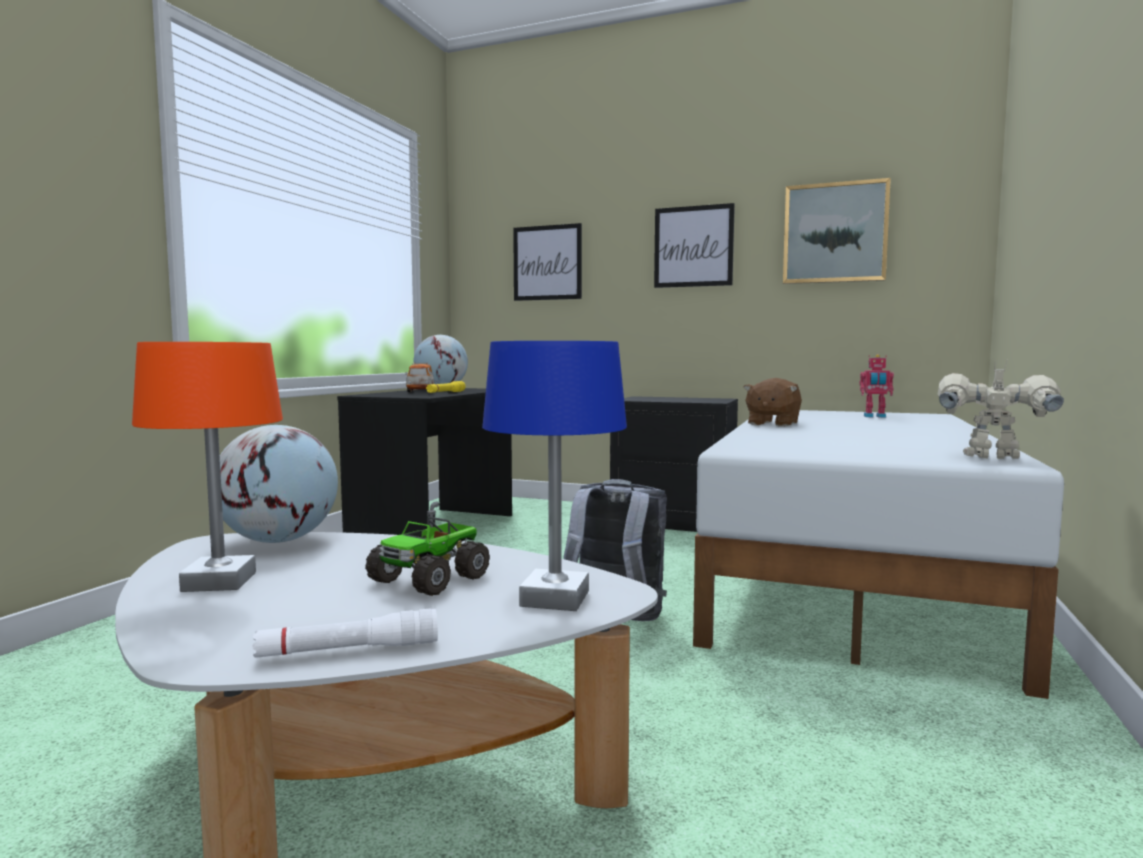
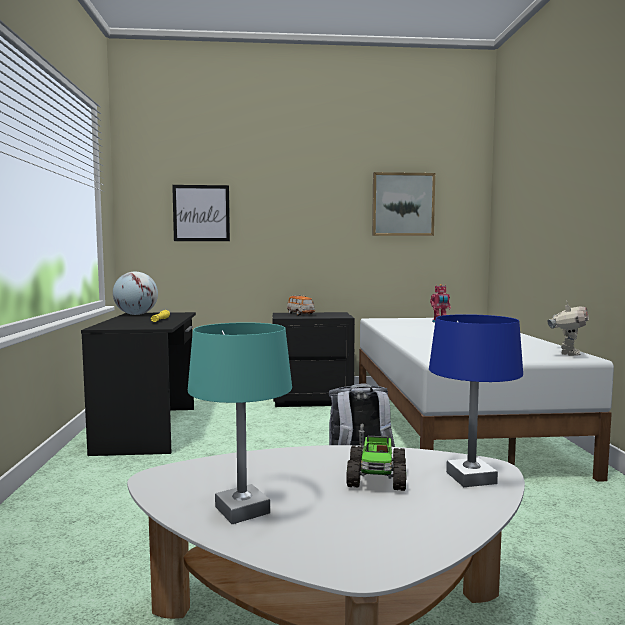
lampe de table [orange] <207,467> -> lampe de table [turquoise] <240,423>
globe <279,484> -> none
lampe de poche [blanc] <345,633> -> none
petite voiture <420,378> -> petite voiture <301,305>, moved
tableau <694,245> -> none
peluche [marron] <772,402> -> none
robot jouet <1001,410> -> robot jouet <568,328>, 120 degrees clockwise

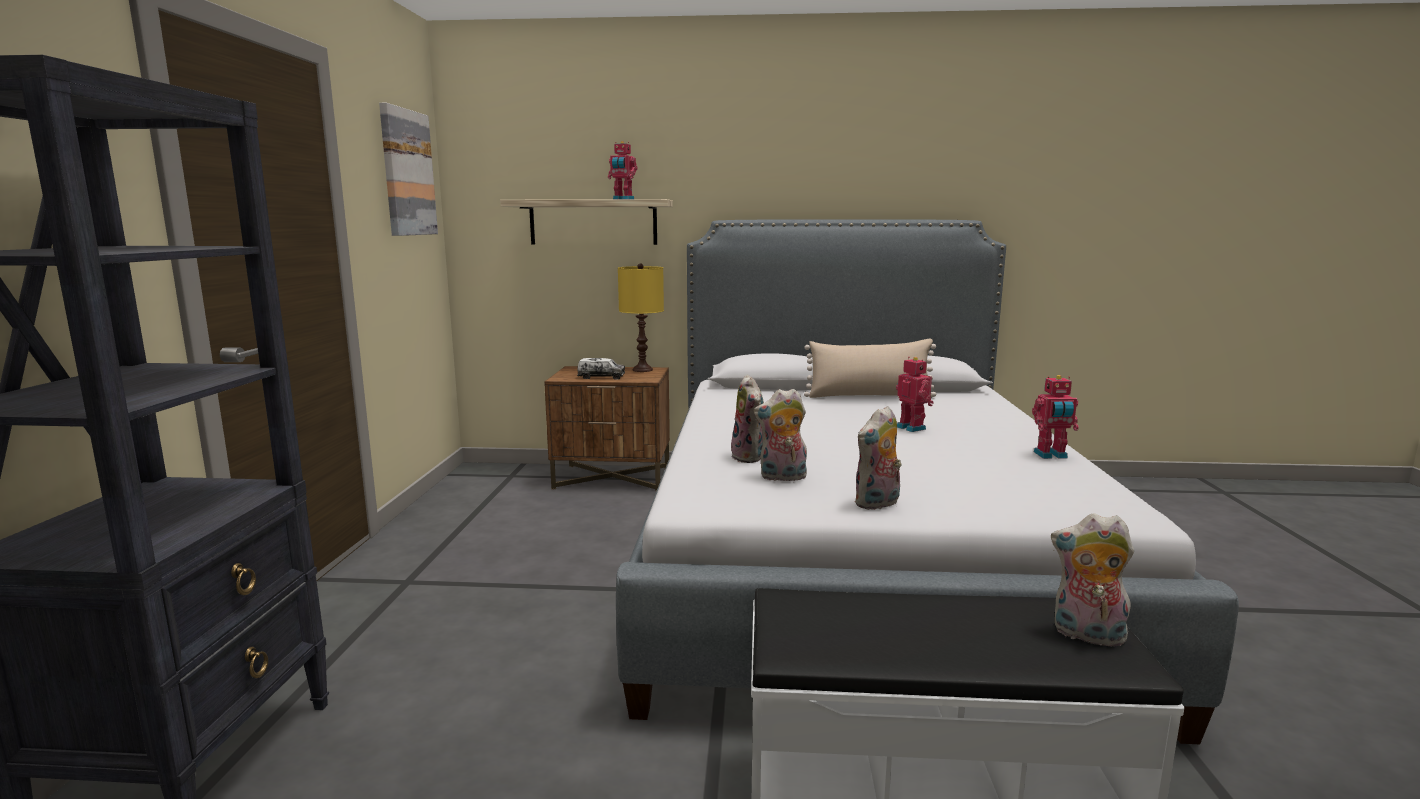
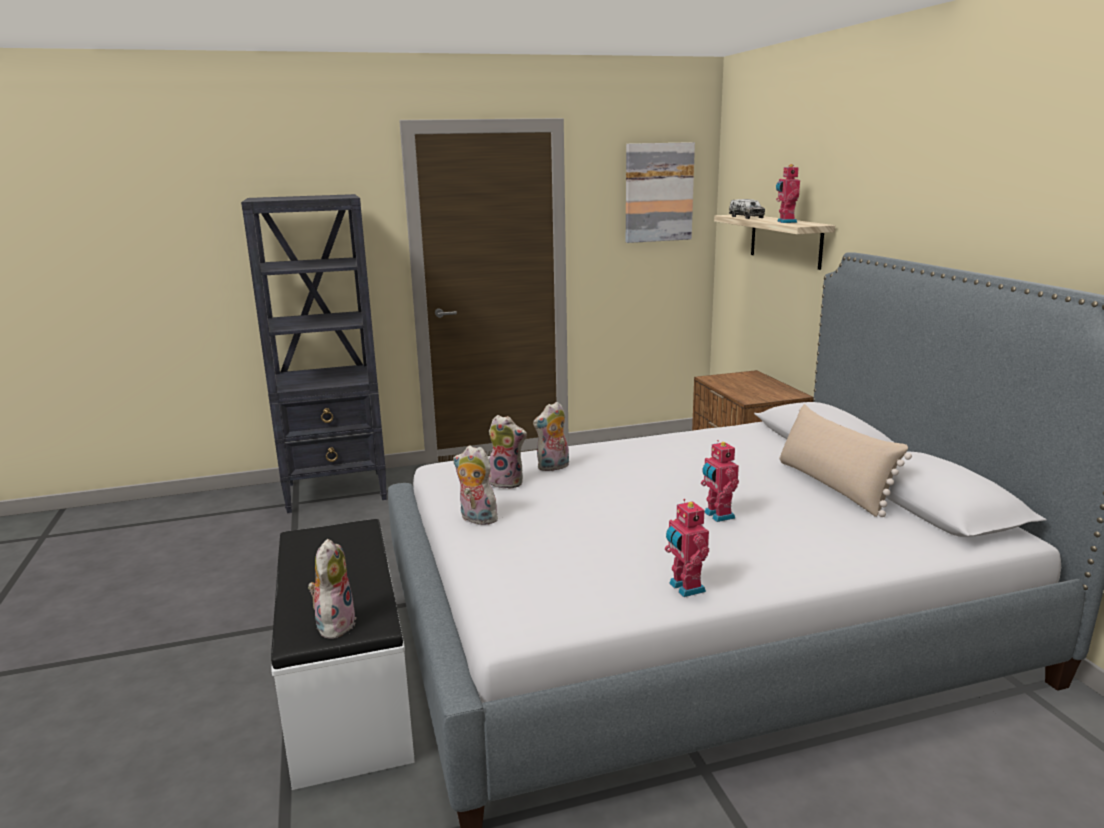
camion jouet <601,368> -> camion jouet <747,209>, moved
lampe de table [jaune] <641,317> -> none
peluche <780,434> -> peluche <508,452>, 135 degrees clockwise
robot jouet <915,394> -> robot jouet <720,481>, 120 degrees clockwise

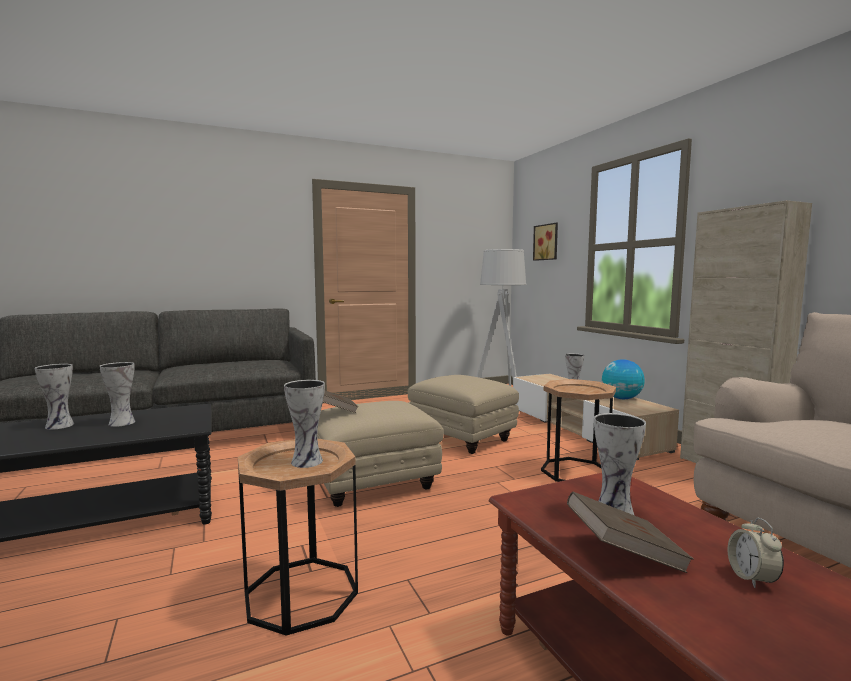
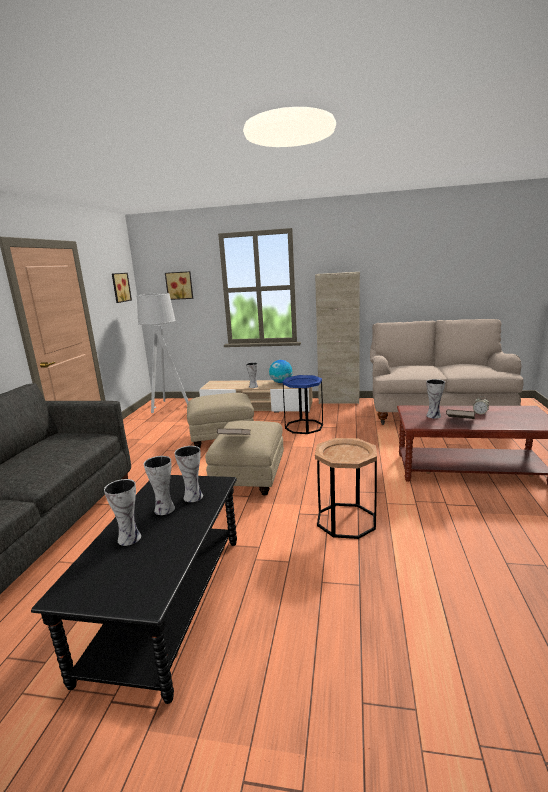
vase <304,424> -> vase <188,474>, moved
table d'appoint [marron] <578,430> -> table d'appoint [bleu] <303,404>
none -> tableau <122,288>

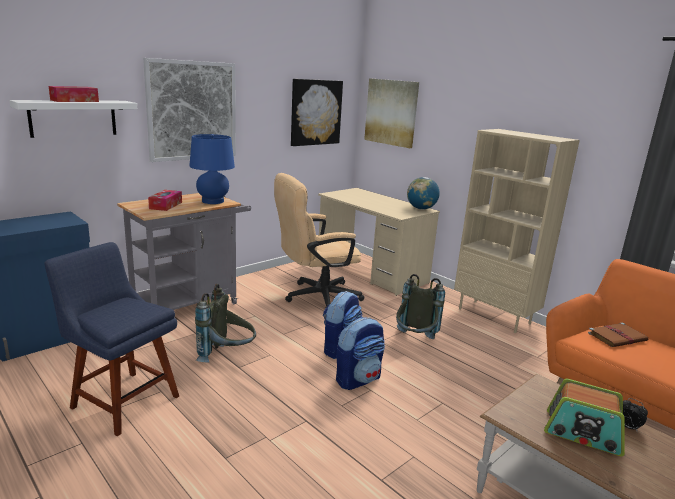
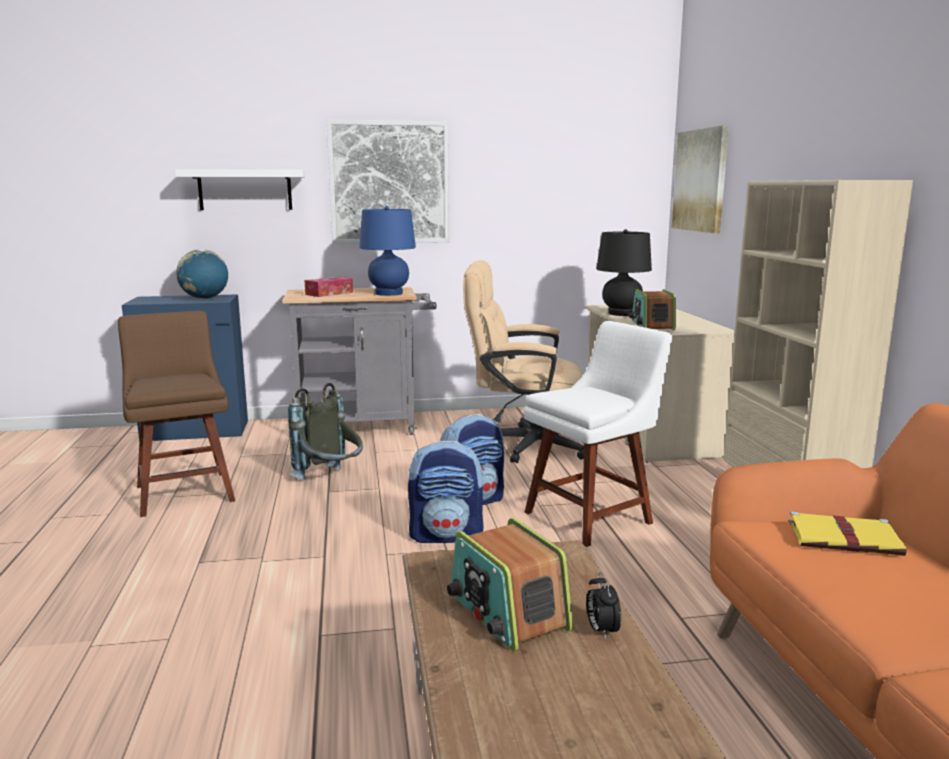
chaise [bleu] <111,339> -> chaise [marron] <176,414>
boîte à mouchoirs <74,94> -> none
tableau <317,112> -> none
sac à dos [gris] <420,306> -> chaise [blanc] <597,434>
globe <423,193> -> globe <202,274>, moved
livre [marron] <618,335> -> livre [jaune] <847,533>
none -> lampe de table [noir] <624,272>
none -> radio <652,309>

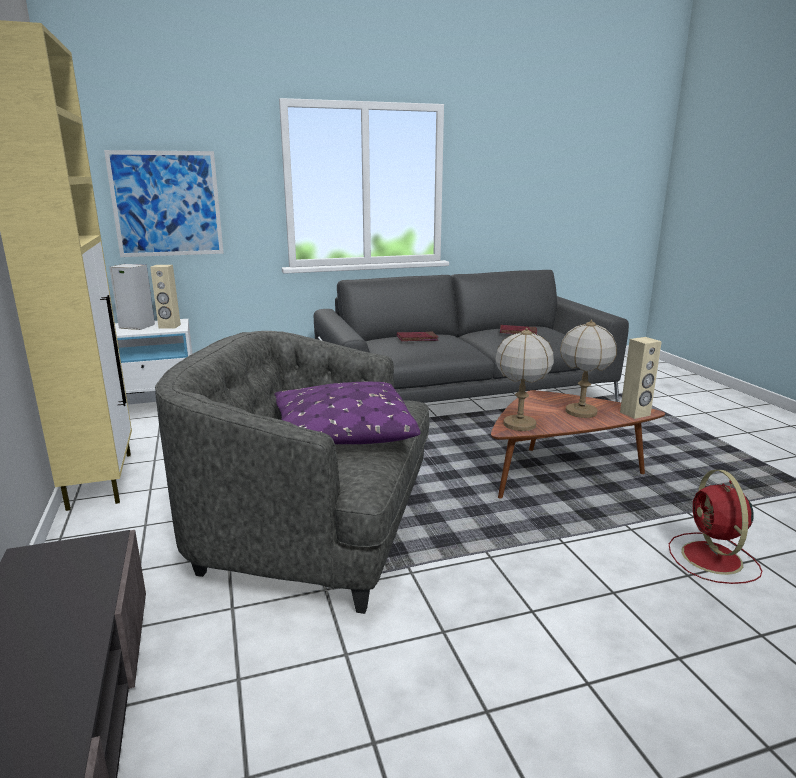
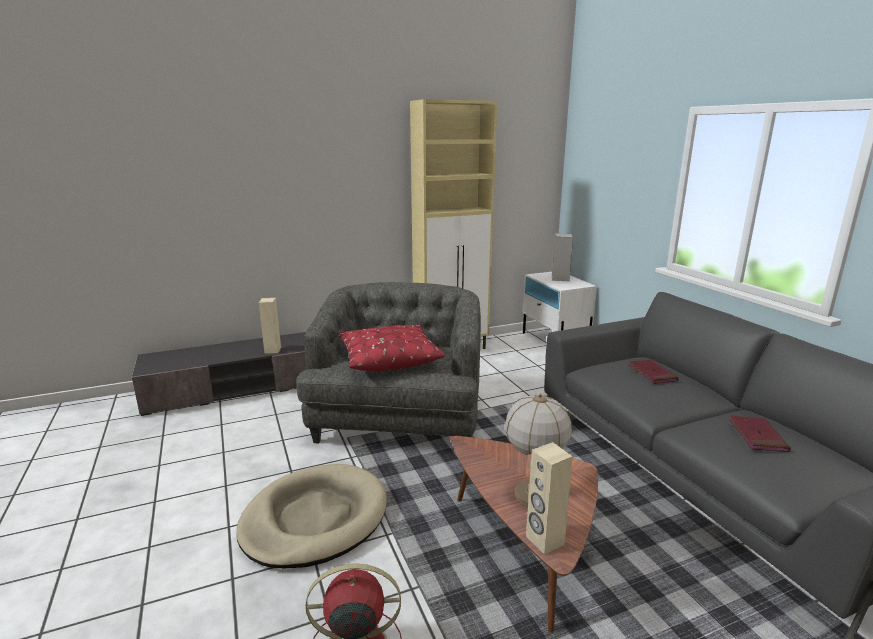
tableau <164,203> -> none
enceinte [beige] <165,296> -> enceinte [beige] <270,326>, moved
coussin [violet] <347,413> -> coussin [rouge] <391,348>
lampe de table <525,379> -> none
none -> panier pour chien [beige] <311,516>

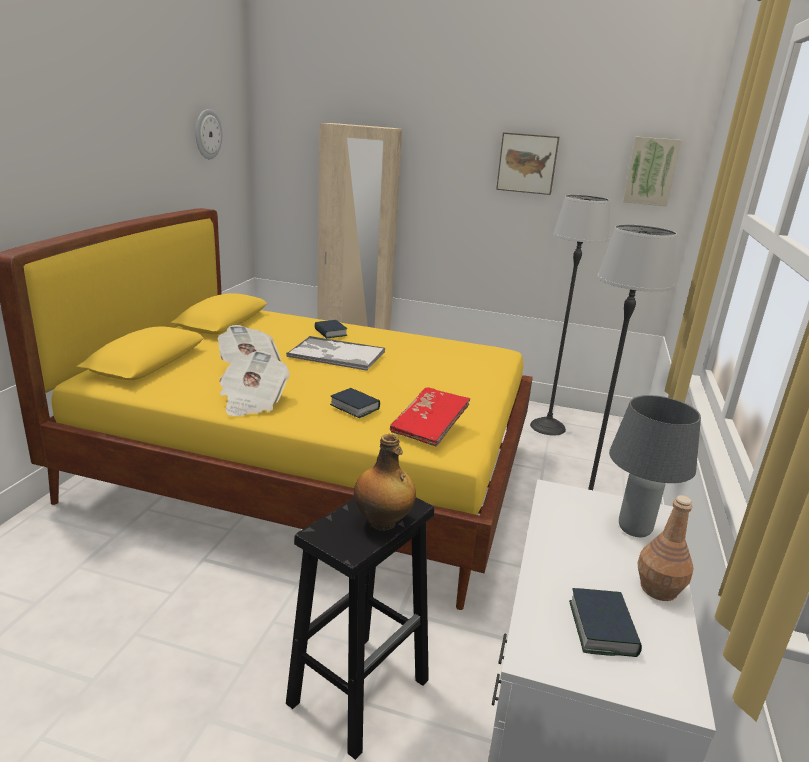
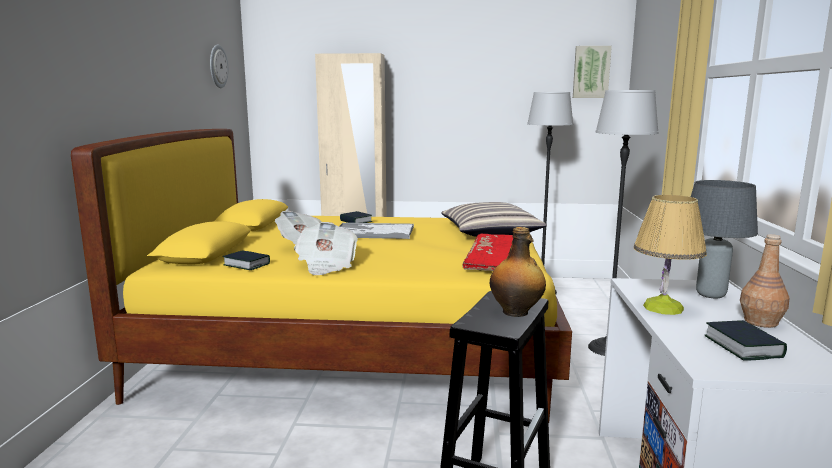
livre <355,403> -> livre <246,260>, moved
tableau <527,163> -> none
none -> coussin <494,219>
none -> lampe de table <670,255>

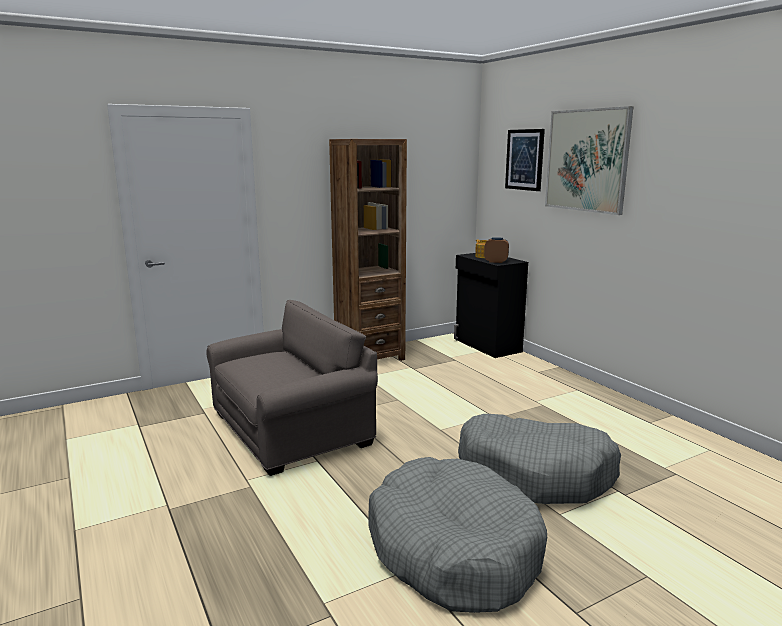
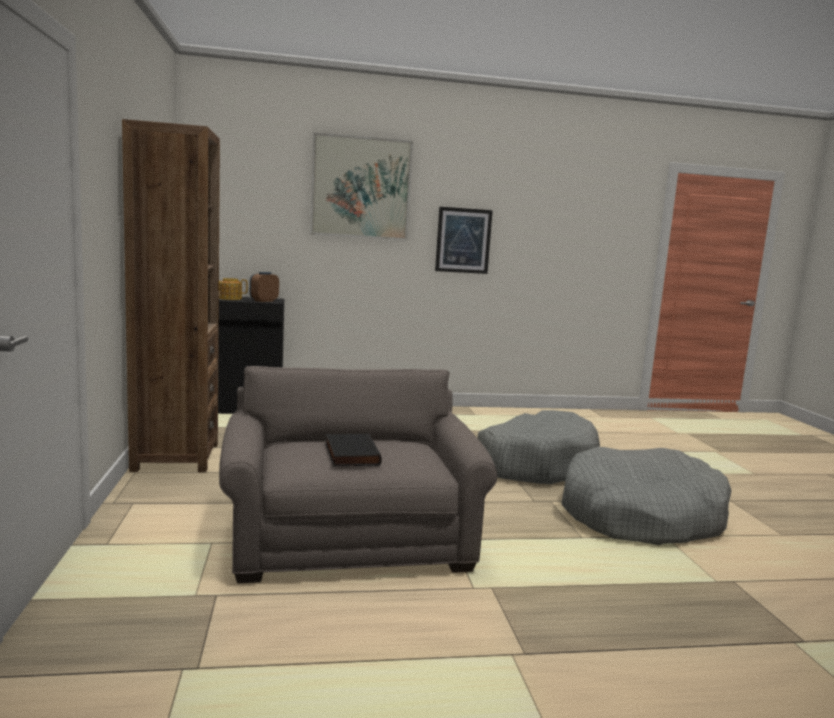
tableau <525,160> -> tableau <464,240>, moved
none -> livre [noir] <353,449>

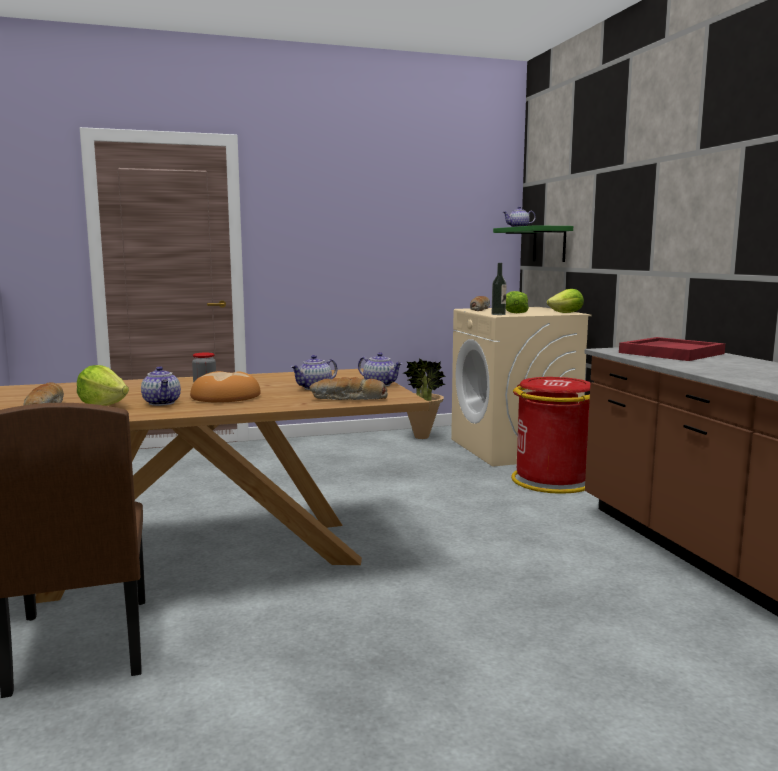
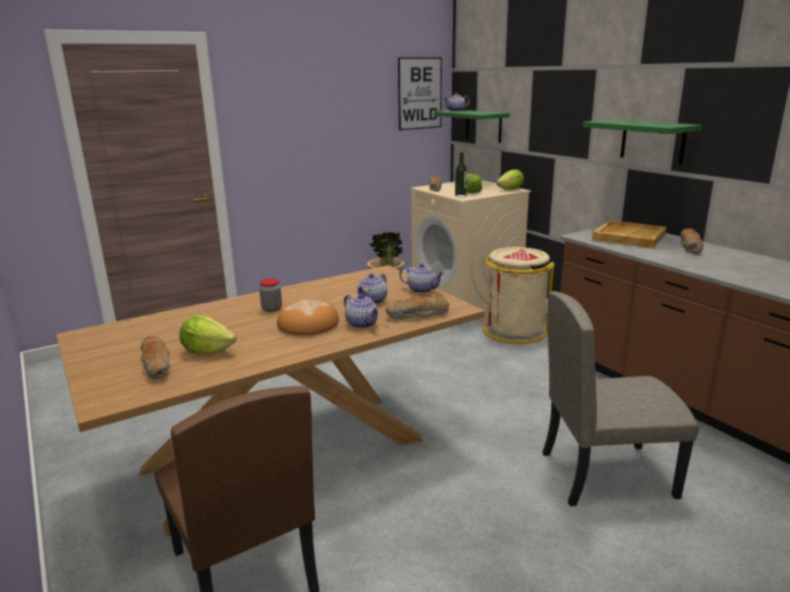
théière <161,386> -> théière <362,311>, moved
poubelle [rouge] <551,435> -> poubelle [beige] <518,295>
plateau [rouge] <672,349> -> plateau [beige] <629,234>
none -> tableau <420,93>
none -> chaise [beige] <620,398>
none -> étagère [vert] <642,142>
none -> pain <692,241>

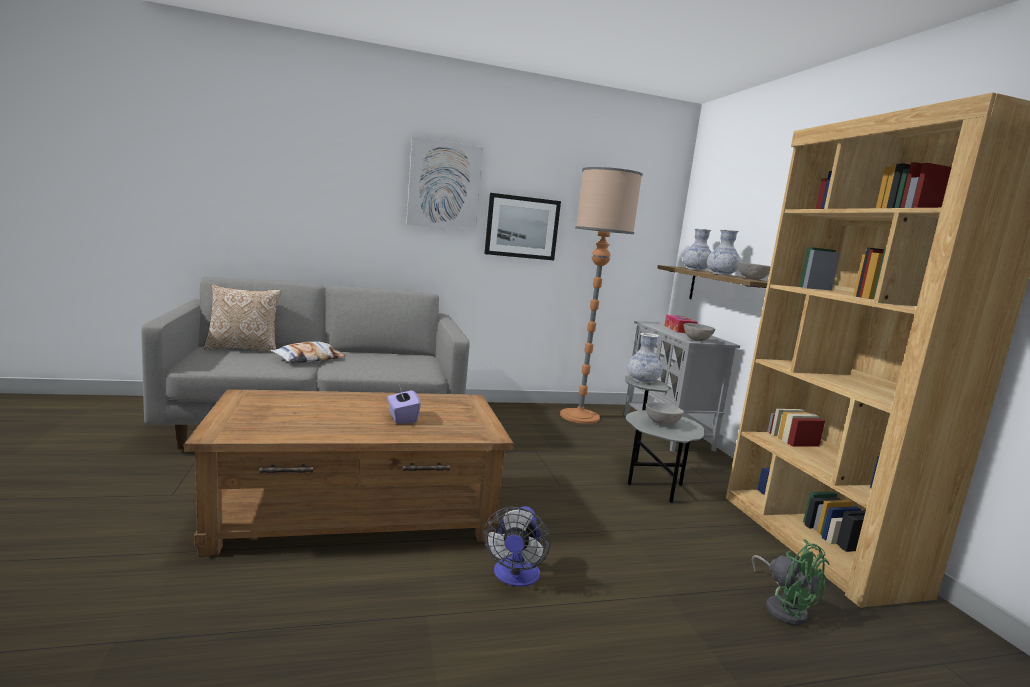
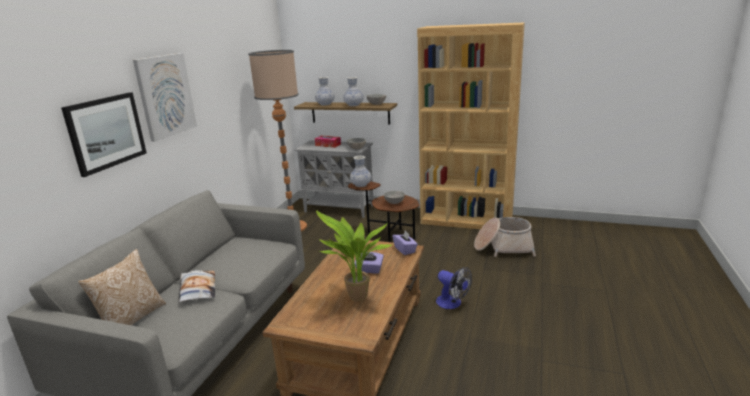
tableau <522,227> -> tableau <104,134>, moved
table d'appoint [gris] <665,439> -> table d'appoint [marron] <384,211>
ventilateur [vert] <791,582> -> panier <505,237>
none -> plante en pot <354,256>
none -> boîte à mouchoirs [violet] <405,243>

